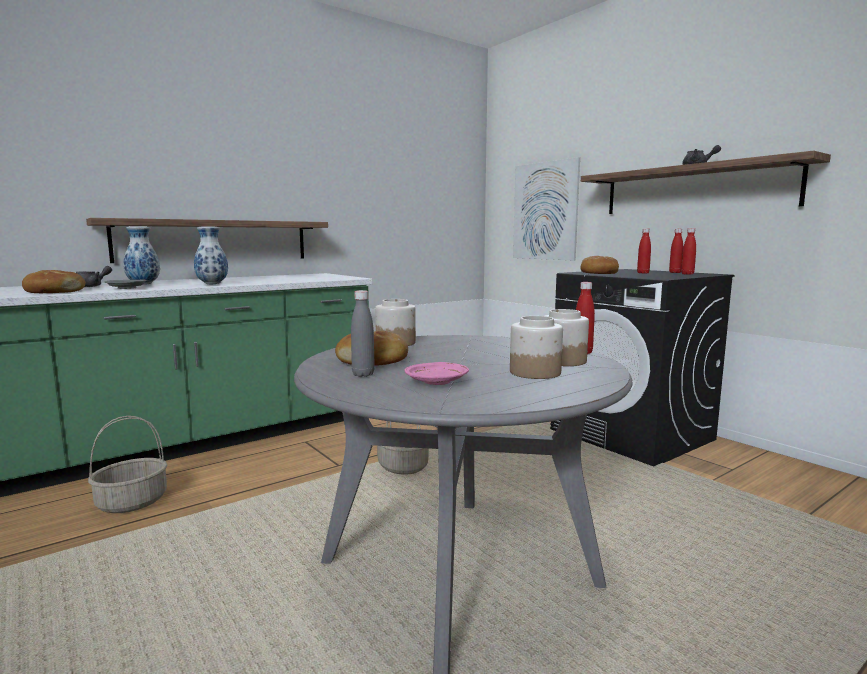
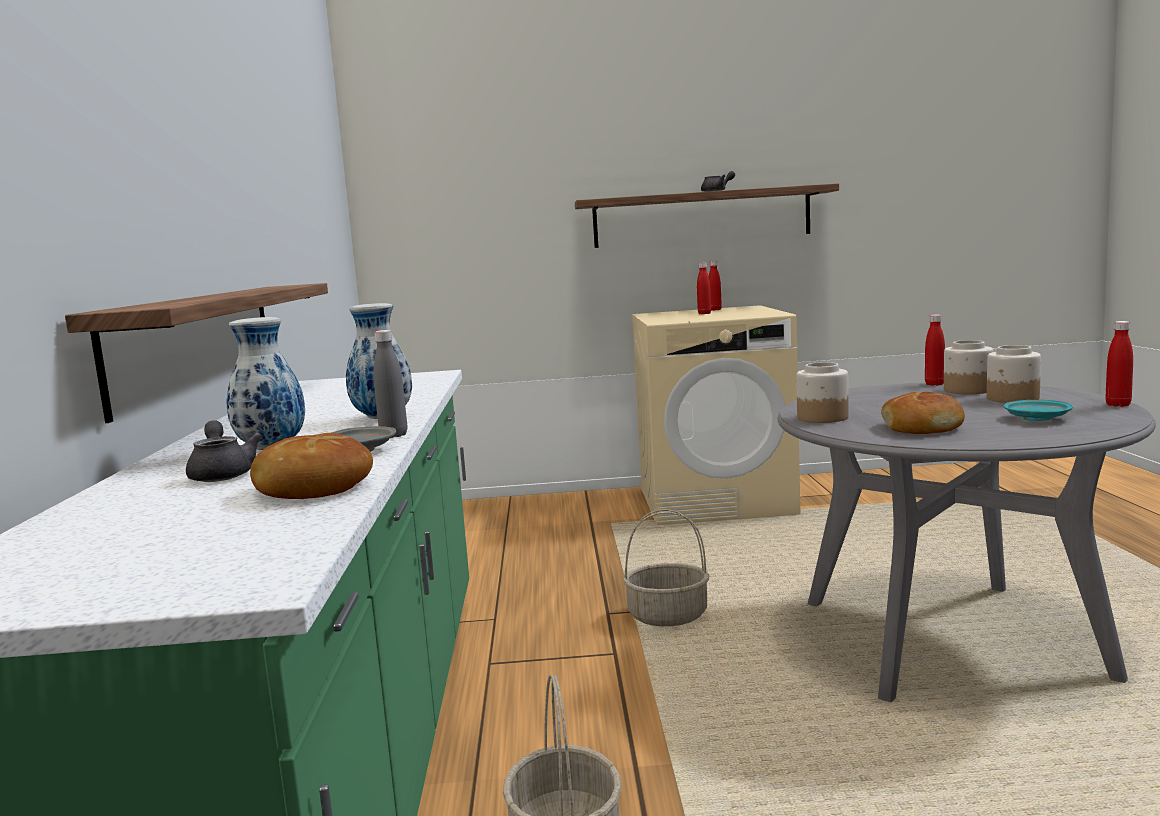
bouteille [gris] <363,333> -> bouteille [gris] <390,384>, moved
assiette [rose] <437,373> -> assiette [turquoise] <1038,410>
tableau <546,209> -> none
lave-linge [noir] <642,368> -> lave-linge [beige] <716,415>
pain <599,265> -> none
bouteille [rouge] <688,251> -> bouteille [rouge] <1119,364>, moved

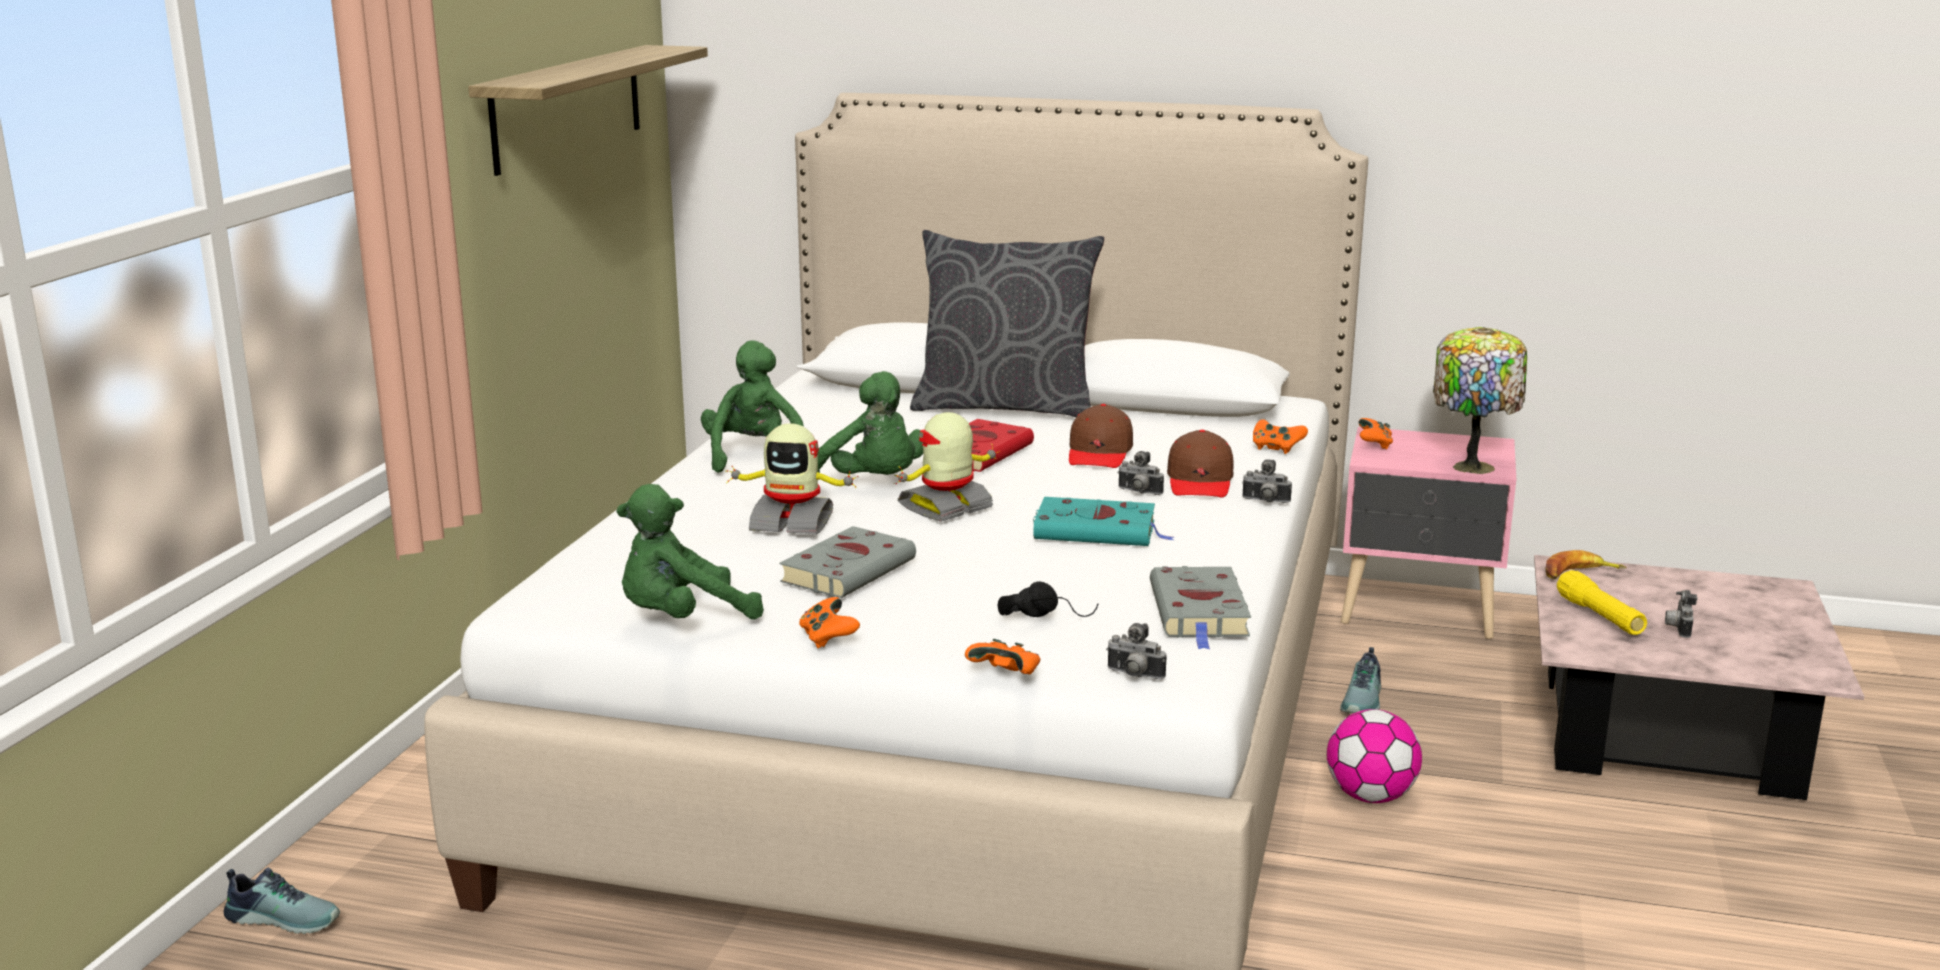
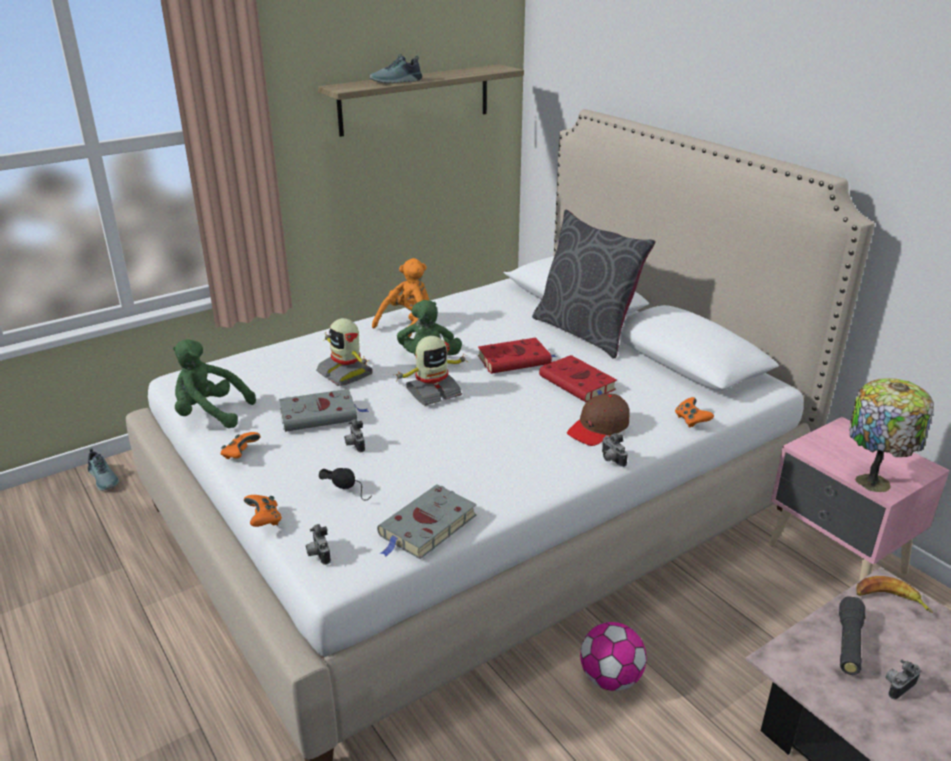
peluche [vert] <752,406> -> peluche [orange] <400,298>
robot jouet <948,467> -> robot jouet <432,371>, 150 degrees clockwise
livre [turquoise] <1103,521> -> none
casquette [marron] <1101,436> -> livre [rouge] <578,378>
appareil photo <1140,473> -> appareil photo <355,435>, moved
chaussure <1360,680> -> chaussure <396,68>, moved
manette [orange] <1375,434> -> none
lampe de poche [jaune] <1602,602> -> lampe de poche [noir] <852,635>

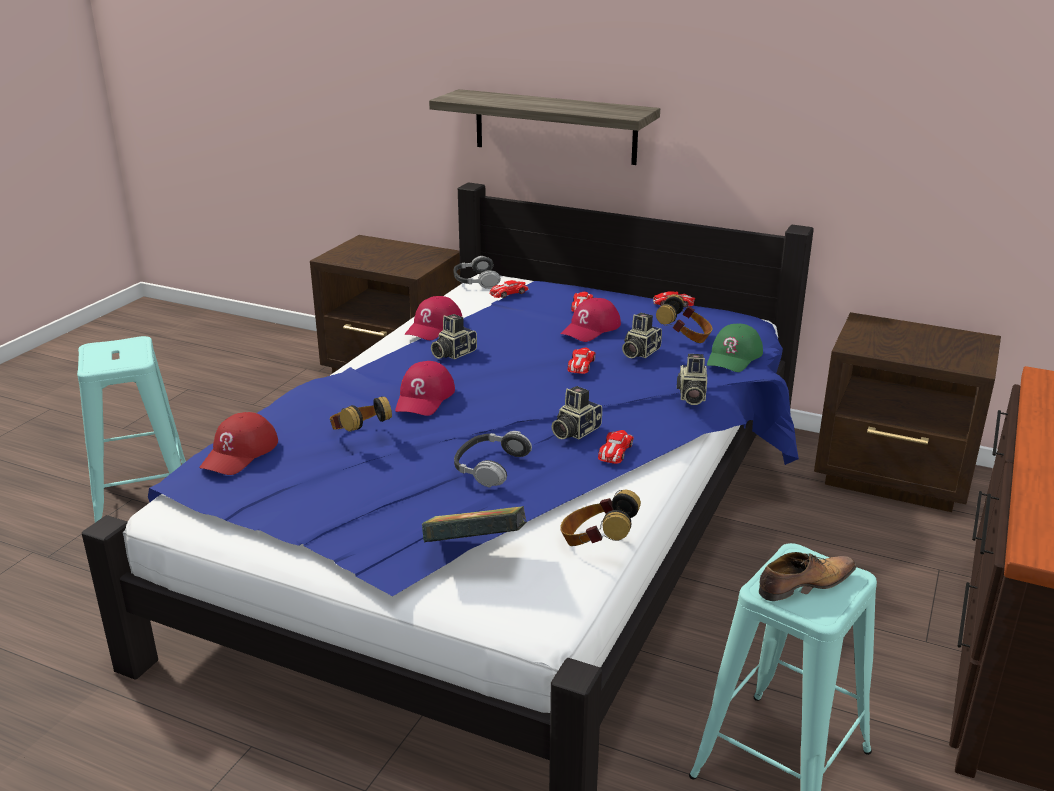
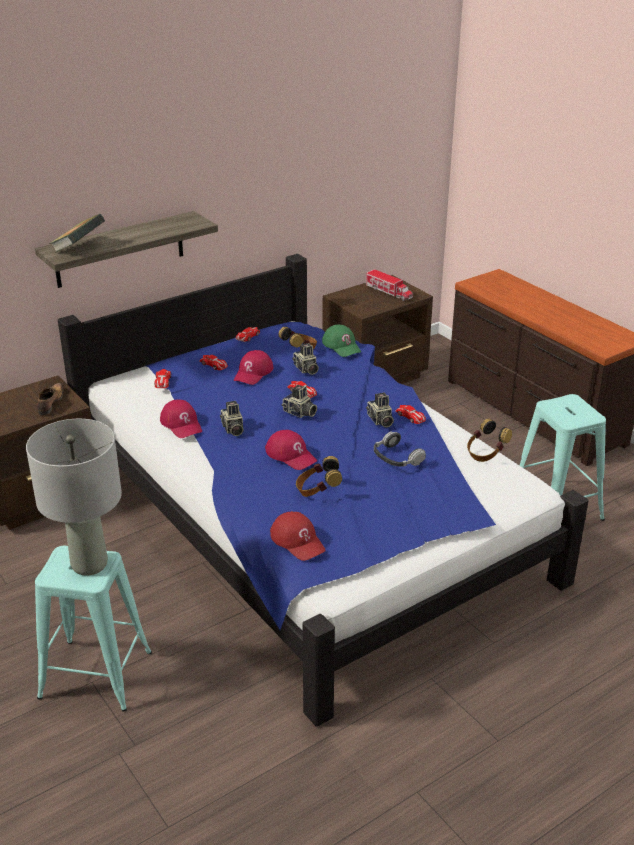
livre <474,524> -> livre <77,233>, moved
casque audio <477,272> -> none
casquette [rouge] <591,320> -> casquette [rouge] <253,367>, 45 degrees clockwise
appareil photo <692,379> -> appareil photo <299,401>, moved
chaussure <807,576> -> chaussure <50,399>, moved
none -> lampe de table [gris] <74,497>
none -> camion jouet <389,285>

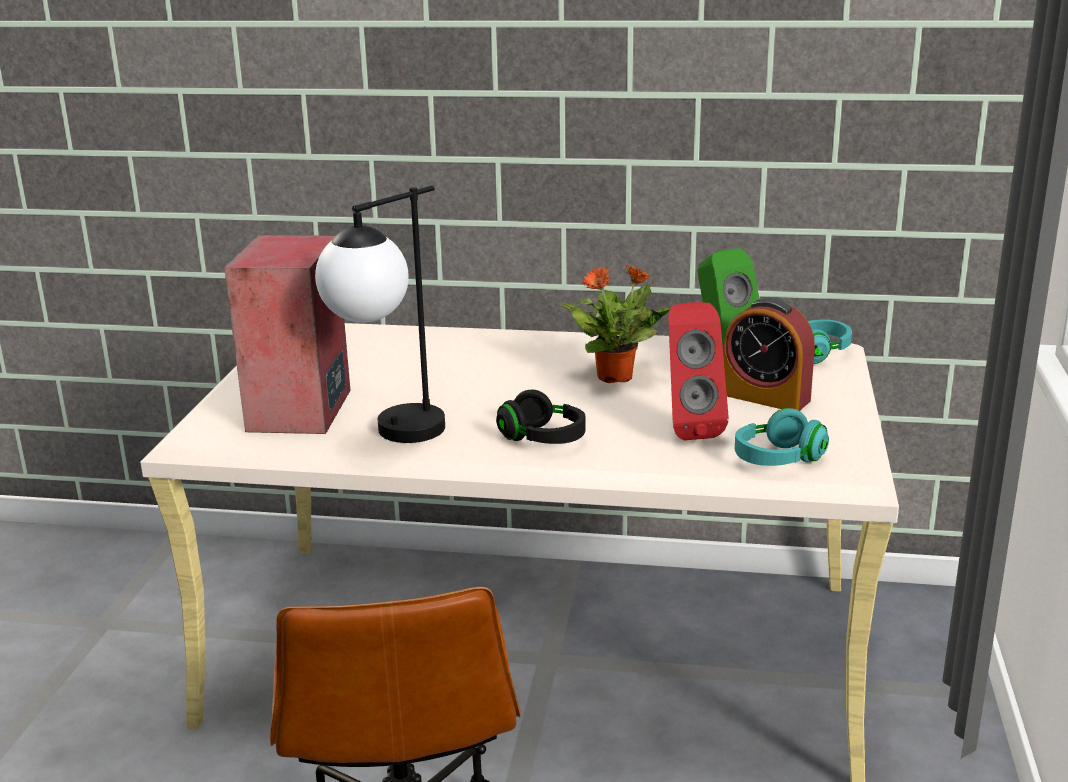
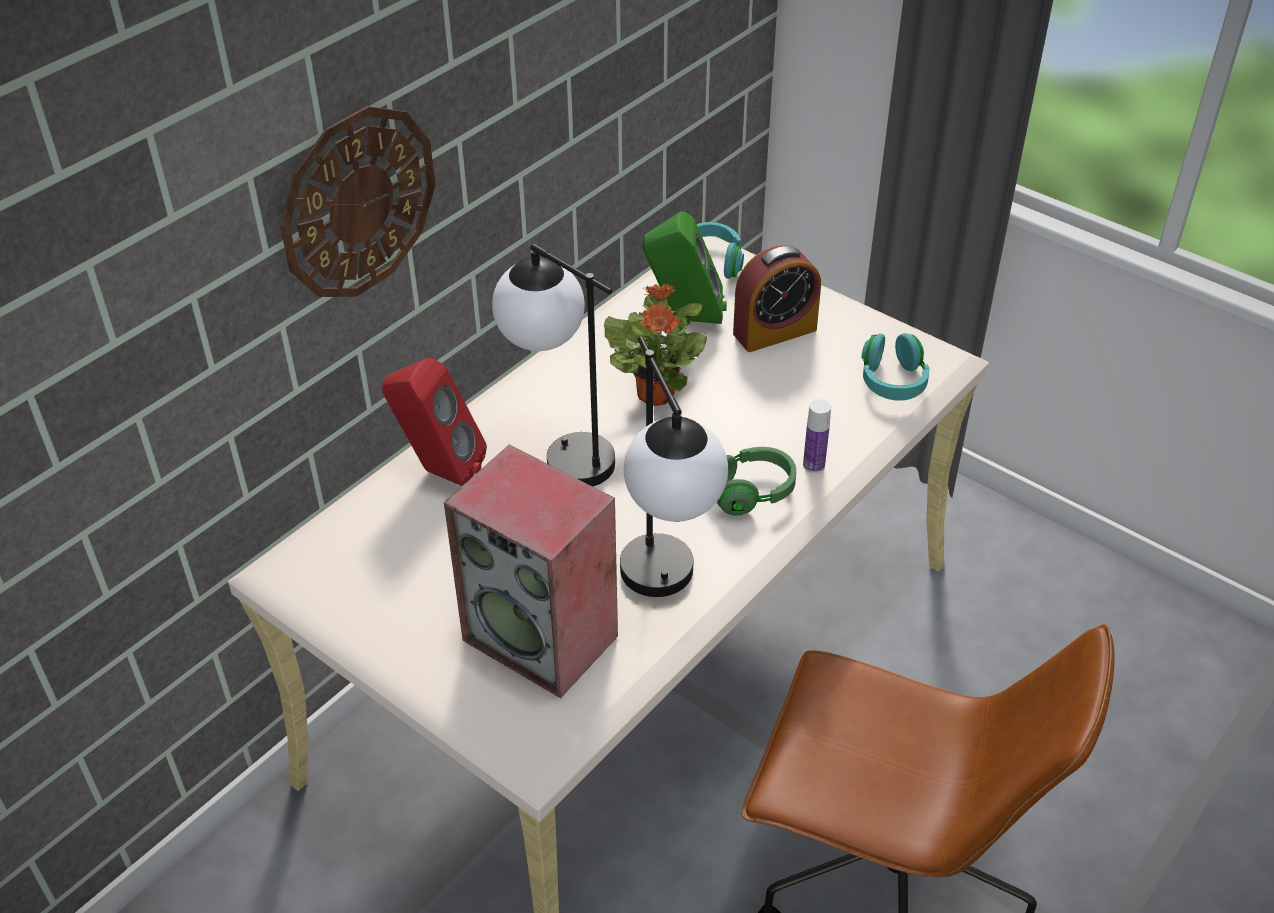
casque audio [noir] <540,417> -> casque audio [vert] <756,481>
enceinte [rouge] <698,371> -> enceinte [rouge] <434,422>, moved
none -> horloge murale <358,201>
none -> lampe de table <553,365>
none -> bouteille <817,436>

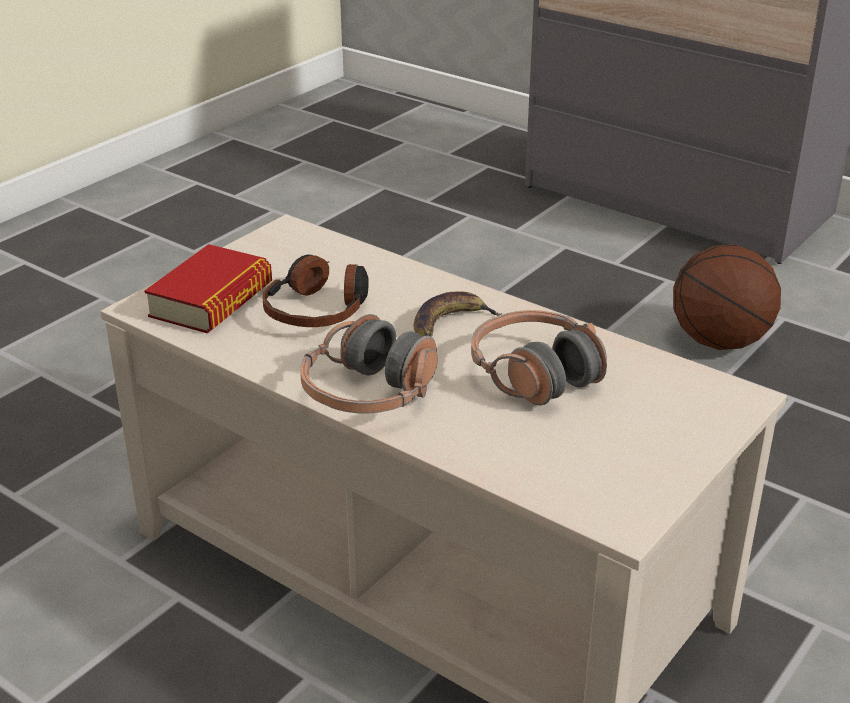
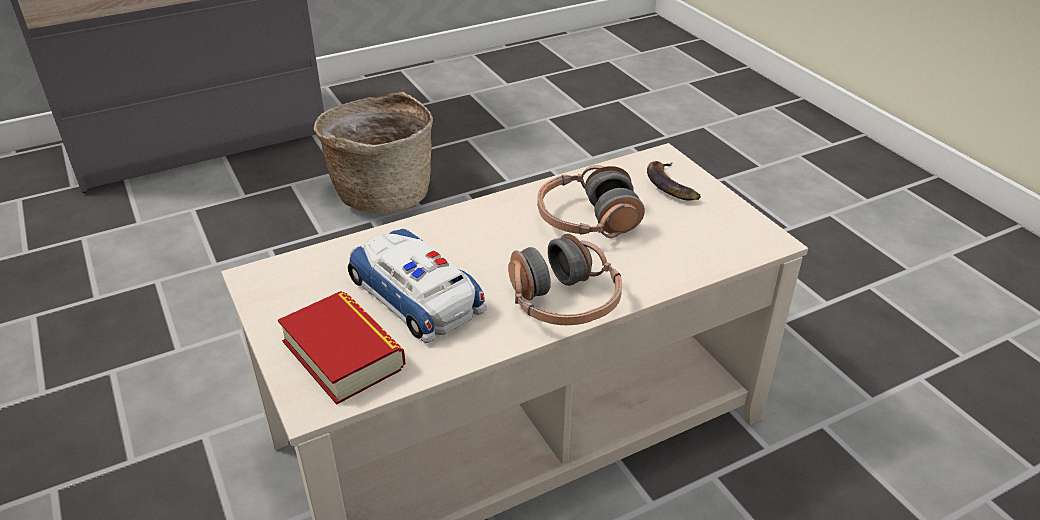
casque audio <316,290> -> petite voiture <417,286>
banane <458,314> -> banane <674,181>, moved
ballon de basket <727,297> -> panier <373,153>

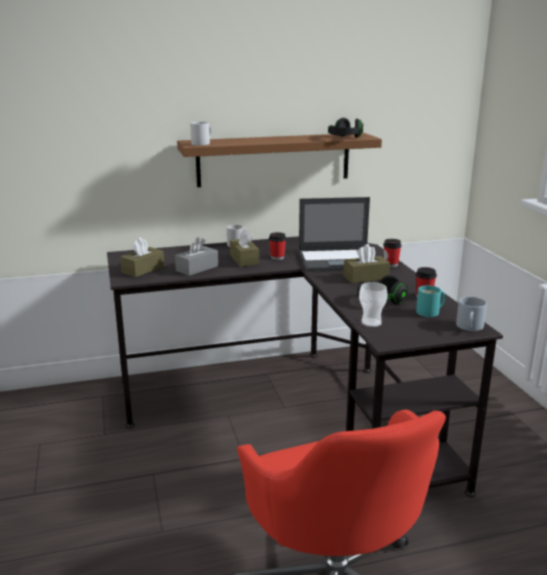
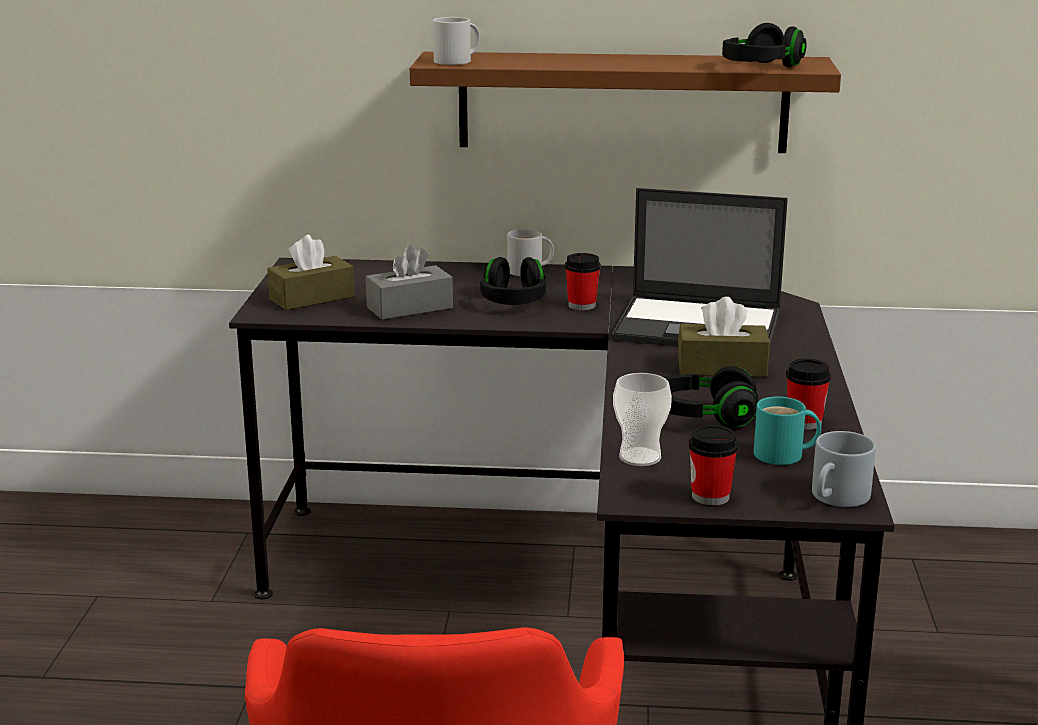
boîte à mouchoirs [marron] <244,248> -> casque audio [noir] <513,281>
tasse <392,253> -> tasse <714,465>, moved

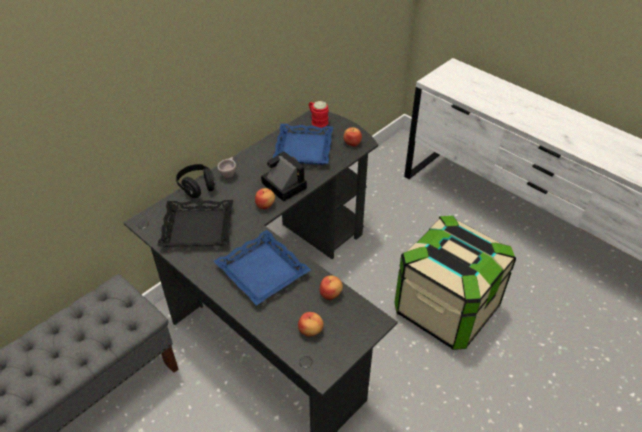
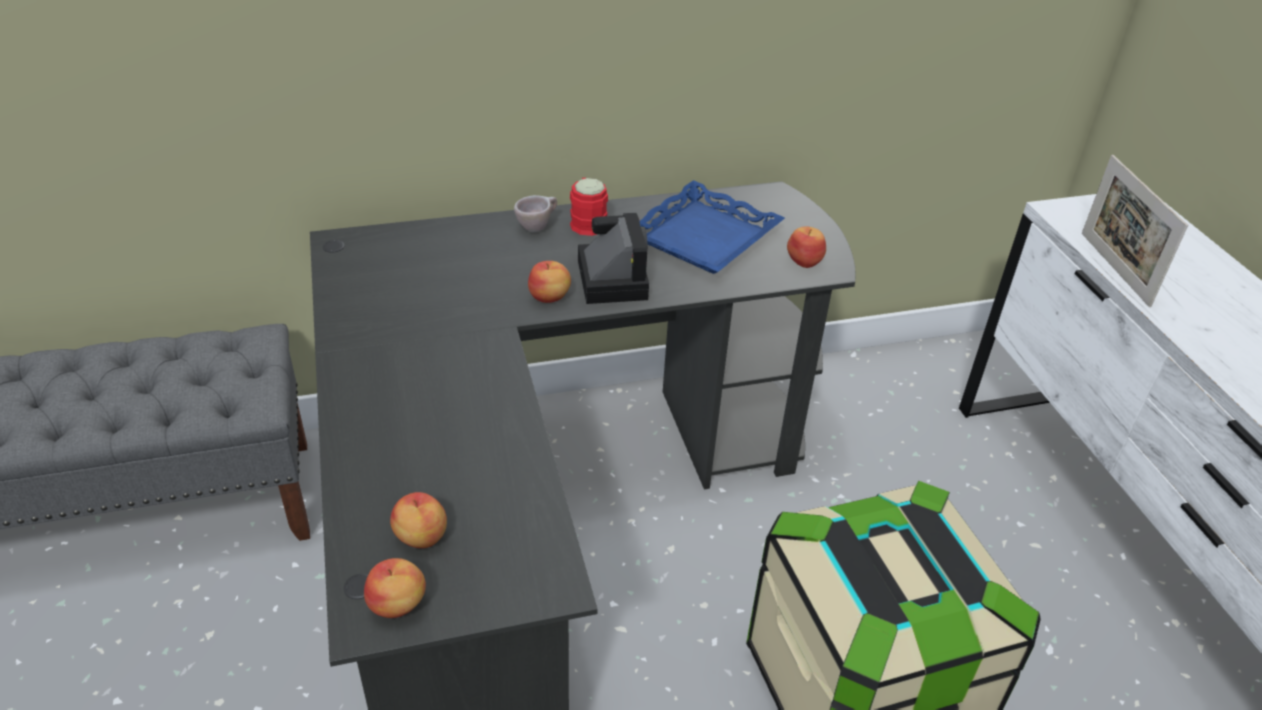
plateau [noir] <195,223> -> none
casque audio [noir] <196,181> -> none
plateau [bleu] <262,268> -> none
mug [rouge] <319,114> -> mug [rouge] <589,207>, moved
pomme <331,287> -> pomme <395,588>, moved
none -> cadre photo <1135,231>

